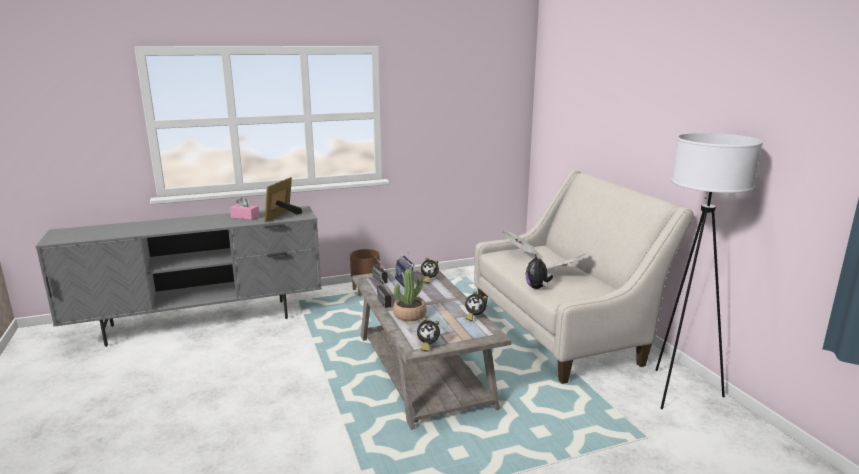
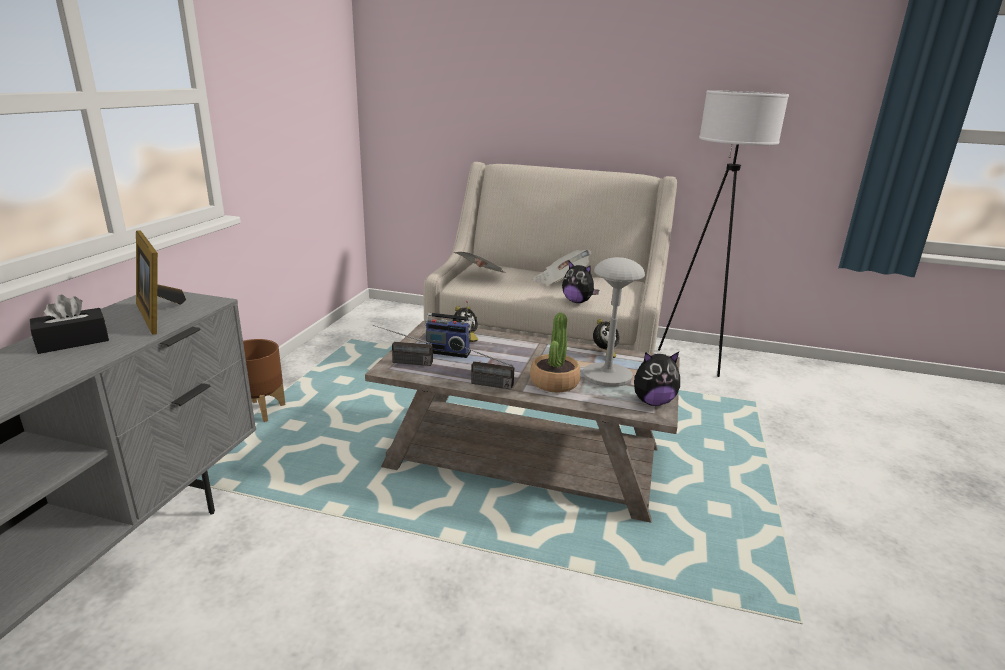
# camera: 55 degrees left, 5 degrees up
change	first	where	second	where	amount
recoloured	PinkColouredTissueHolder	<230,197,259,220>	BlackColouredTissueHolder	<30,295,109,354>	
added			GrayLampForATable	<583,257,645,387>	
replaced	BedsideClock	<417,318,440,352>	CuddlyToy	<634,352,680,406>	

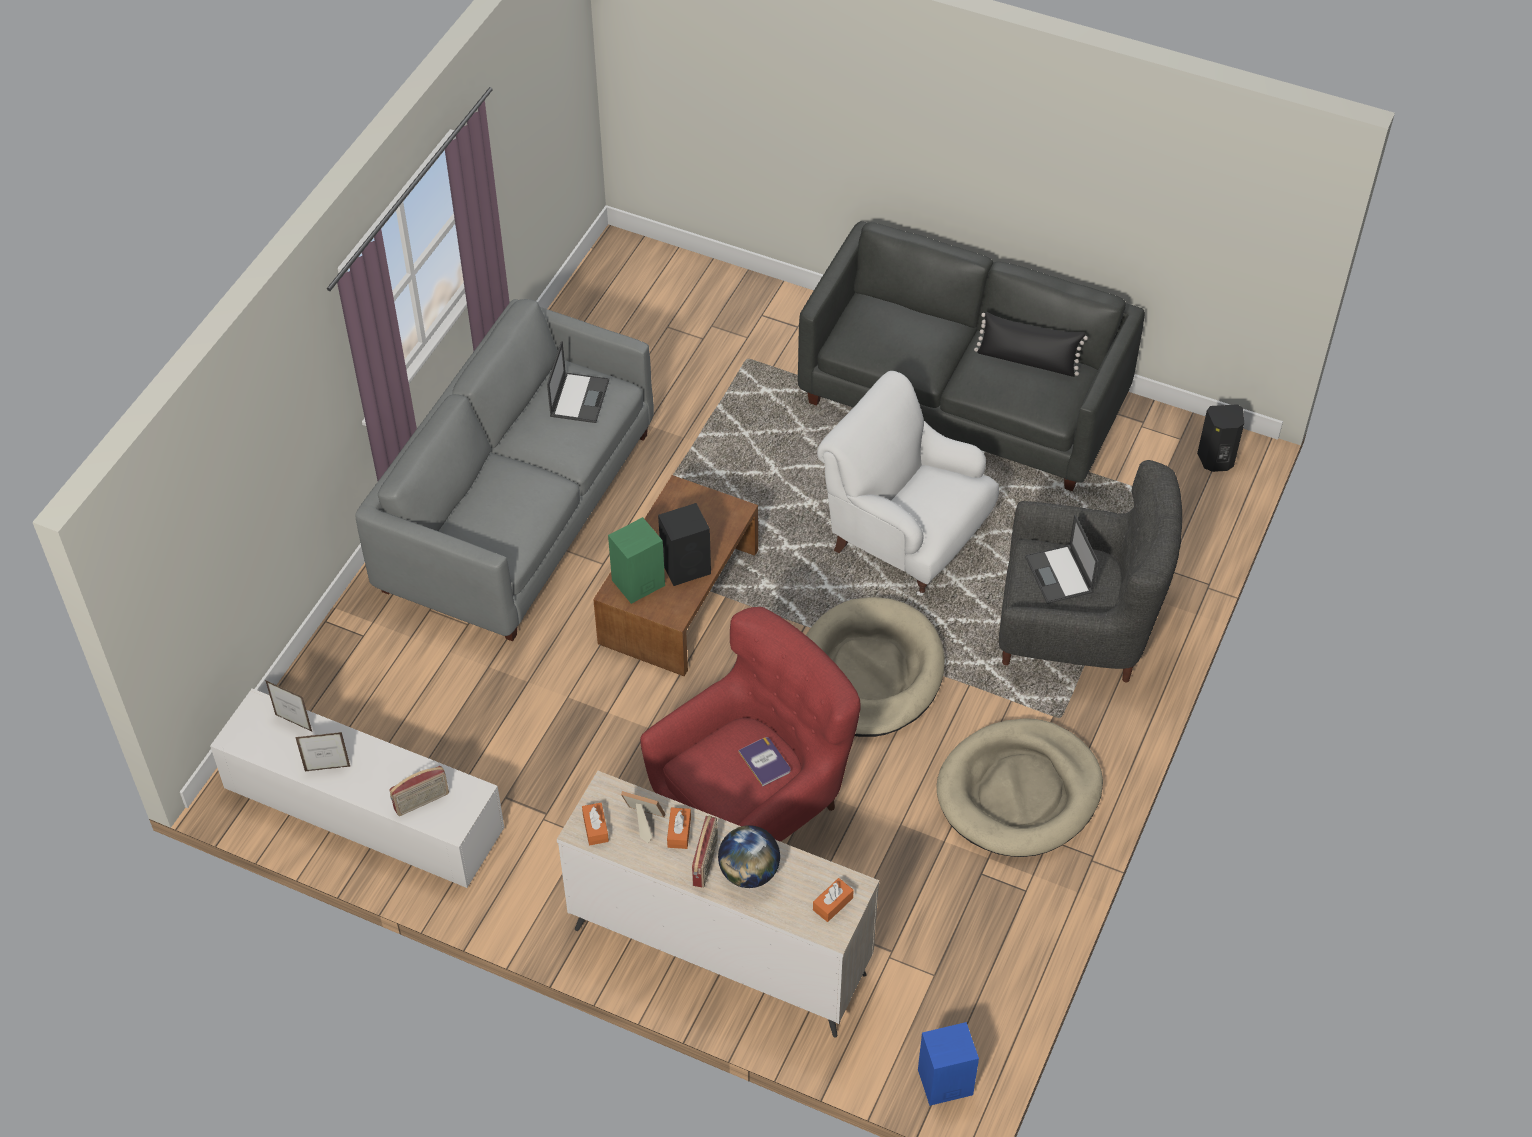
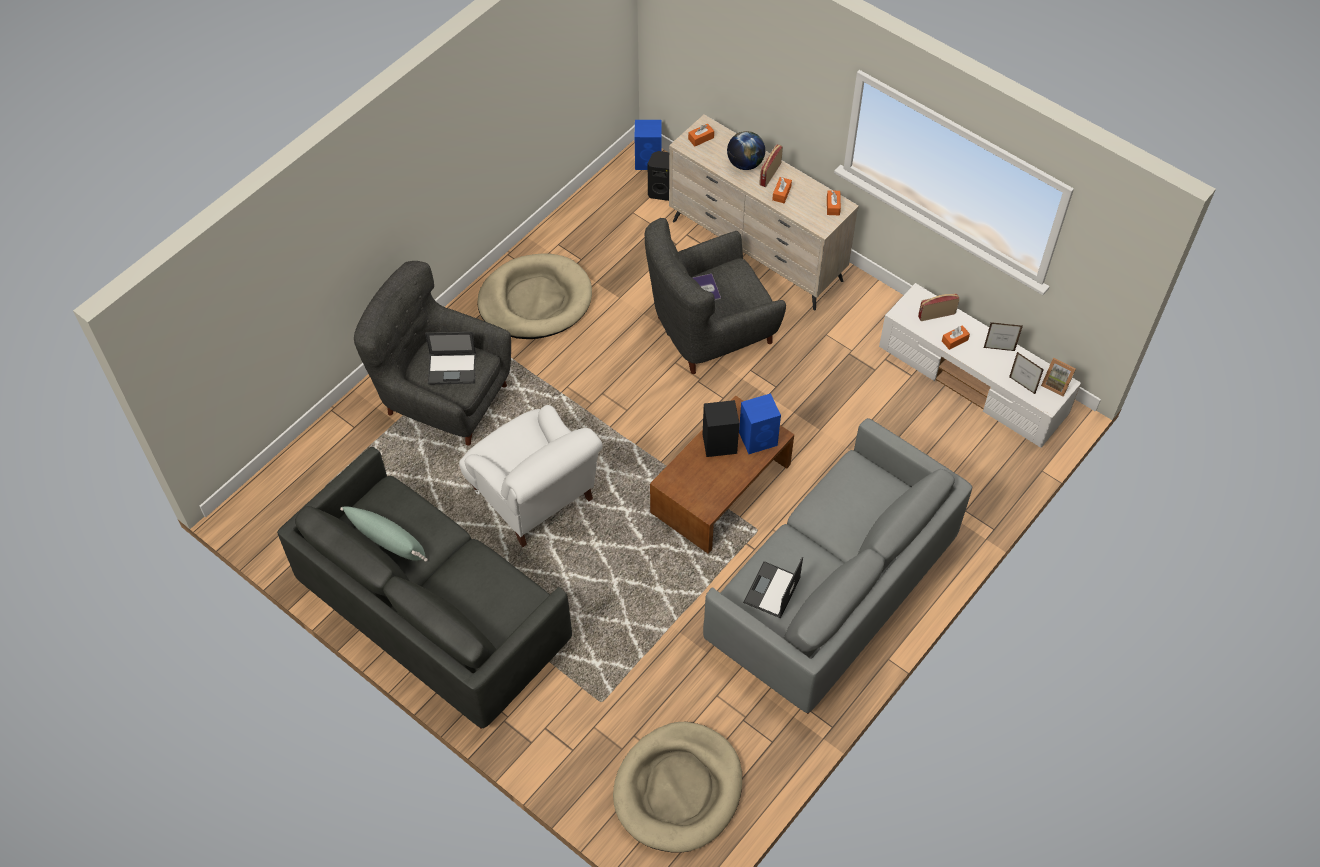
# camera: 165 degrees left, 5 degrees up
change	first	where	second	where	amount
recoloured	BlackColouredPillow	<974,312,1088,377>	GreenColouredPillow	<340,506,428,562>	
turned	NotebookComputer	<1025,514,1099,604>		<425,332,476,385>	90 degrees clockwise
moved	BeigeColouredPetBed	<806,597,945,737>		<613,722,742,852>	
recoloured	RedColouredEasyChair	<640,607,861,842>	GrayEasyChair	<645,218,786,374>	
moved	BlackColouredAudioSpeaker	<1197,404,1244,472>		<648,151,669,201>	
recoloured	GreenColouredAudioSpeaker	<608,517,665,604>	BlueColouredAudioSpeaker	<739,393,781,454>	
added			OrangeyTissueHolder	<942,325,970,350>	
moved	StandingFrame	<621,791,665,843>		<1041,358,1076,396>	

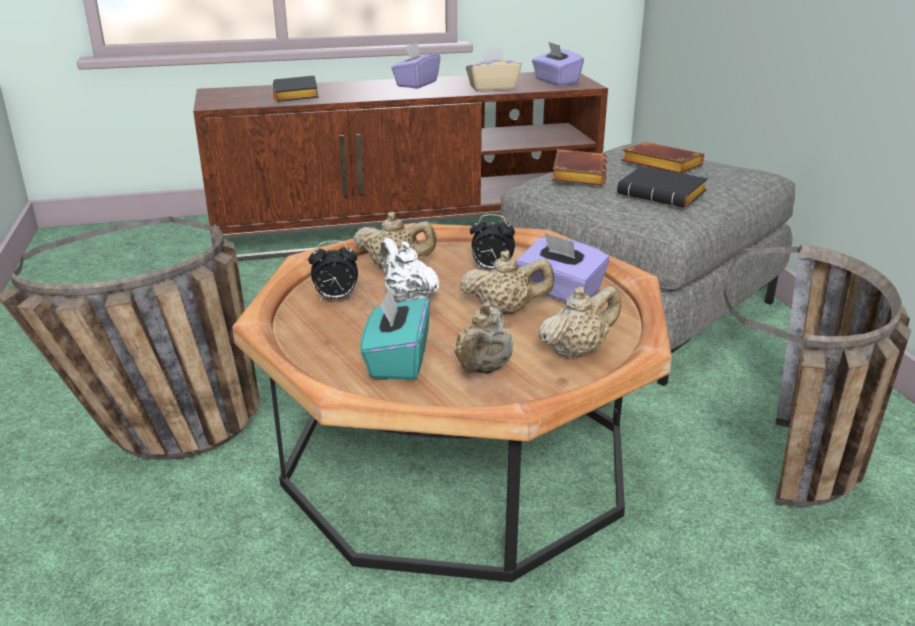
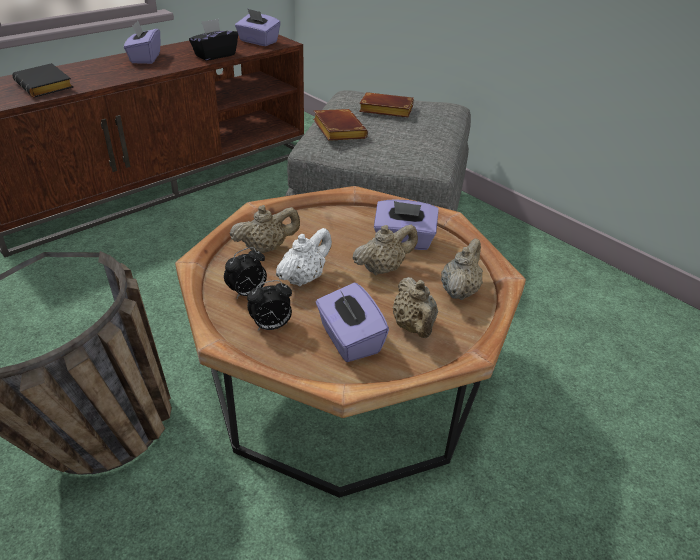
# camera: 30 degrees left, 10 degrees up
change	first	where	second	where	amount
recoloured	BeigeColouredTissueHolder	<466,47,521,92>	BlackColouredTissueHolder	<189,19,238,61>	
moved	BedsideClock	<470,214,515,270>		<247,280,292,330>	
turned	WhitishTeapot	<380,238,439,302>		<276,228,332,286>	105 degrees clockwise
recoloured	TurquoiseTissueHolder	<360,287,430,380>	PurpleTissueHolder	<316,283,389,362>	
removed	BlackColouredVolume	<617,166,708,208>			
removed	StorageBasket	<724,244,911,507>			

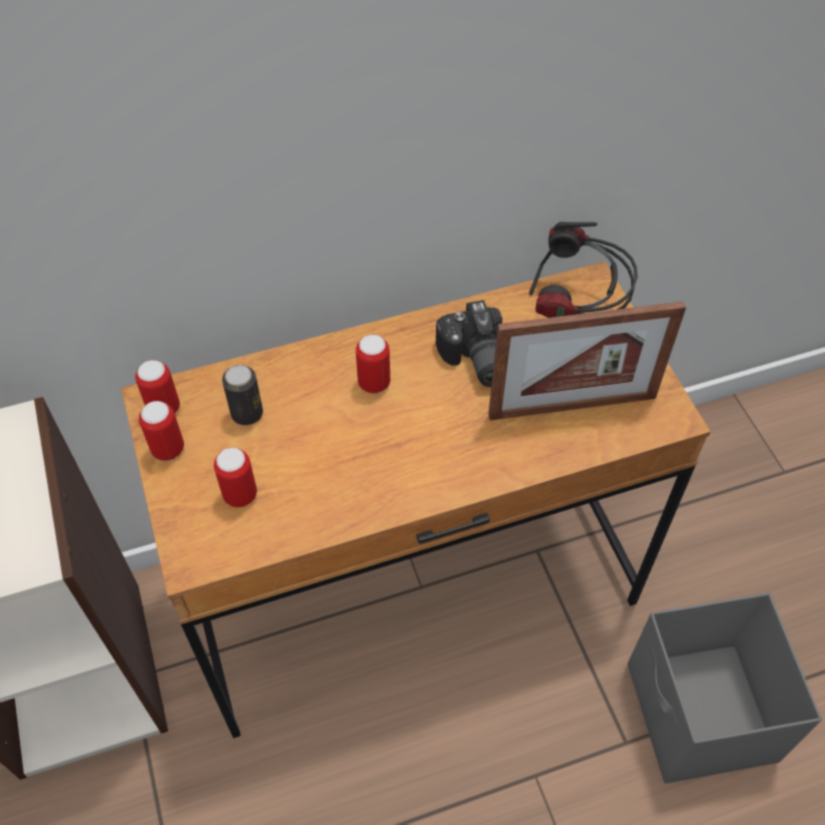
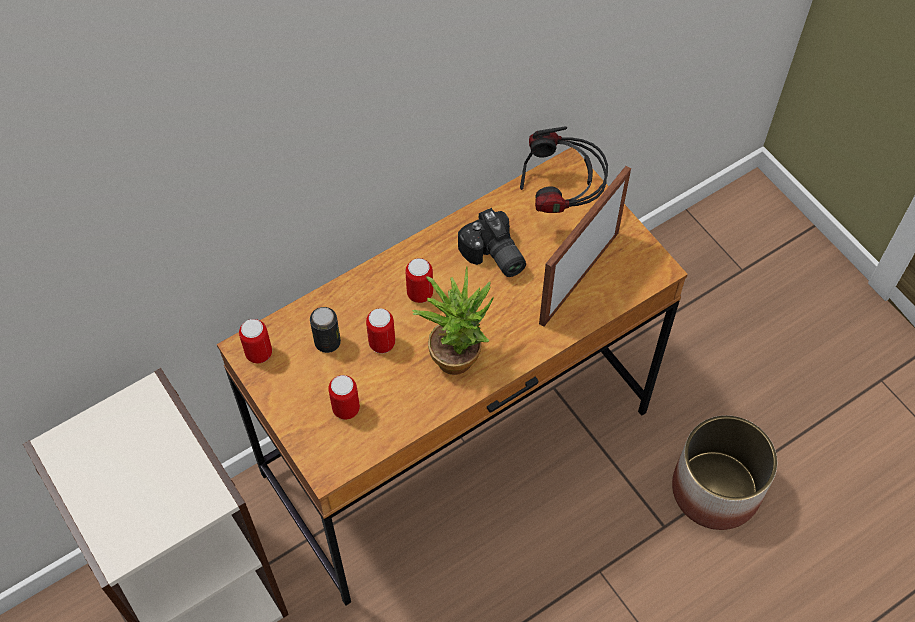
# camera: 15 degrees left, 5 degrees up
change	first	where	second	where	amount
moved	Can	<139,401,184,461>		<366,308,395,353>	
added			PottedPlant	<412,267,494,375>	
turned	StandingFrame	<488,301,686,420>		<539,166,631,327>	150 degrees clockwise
replaced	GrayStorageContainer	<628,593,822,784>	PlantPot	<672,415,777,530>	

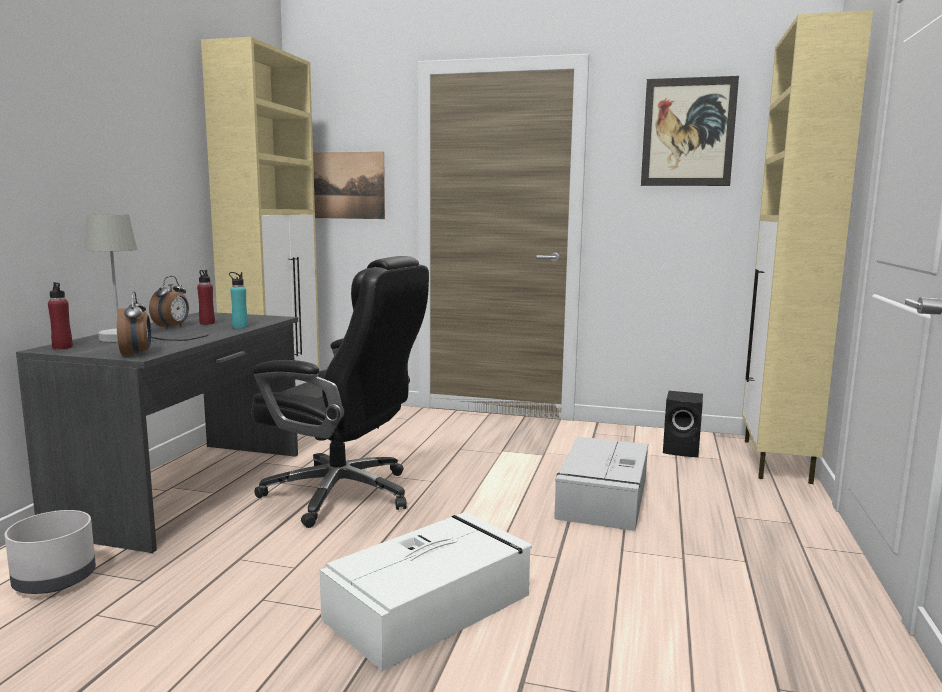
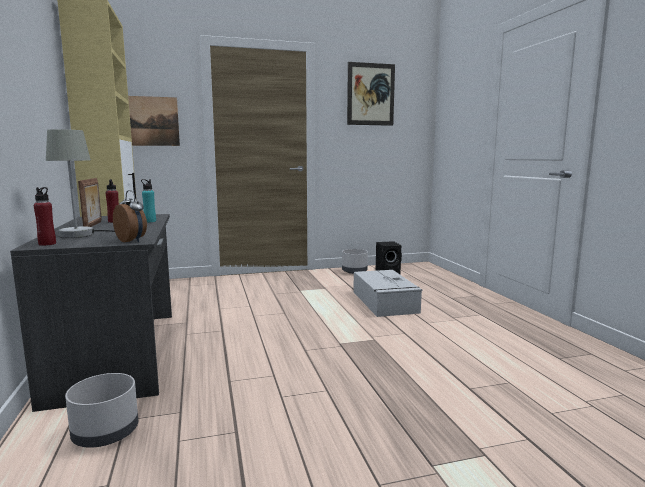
# camera: 30 degrees left, 0 degrees up
change	first	where	second	where	amount
replaced	BedsideClock	<149,276,189,329>	StandingFrame	<78,178,102,227>	
added			GrayPlantPot	<342,249,368,274>	
removed	BlackColouredOfficeChair	<251,256,429,528>			
removed	WhitishStorageContainer	<320,512,532,671>			
removed	BeigeColouredCabinet	<742,10,873,484>			

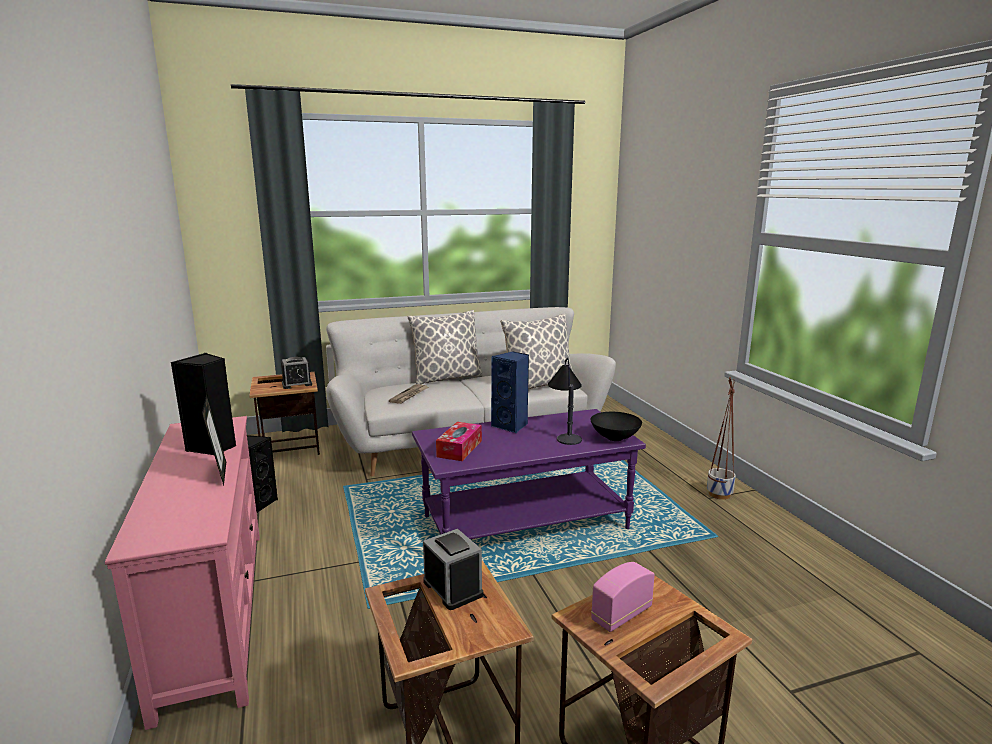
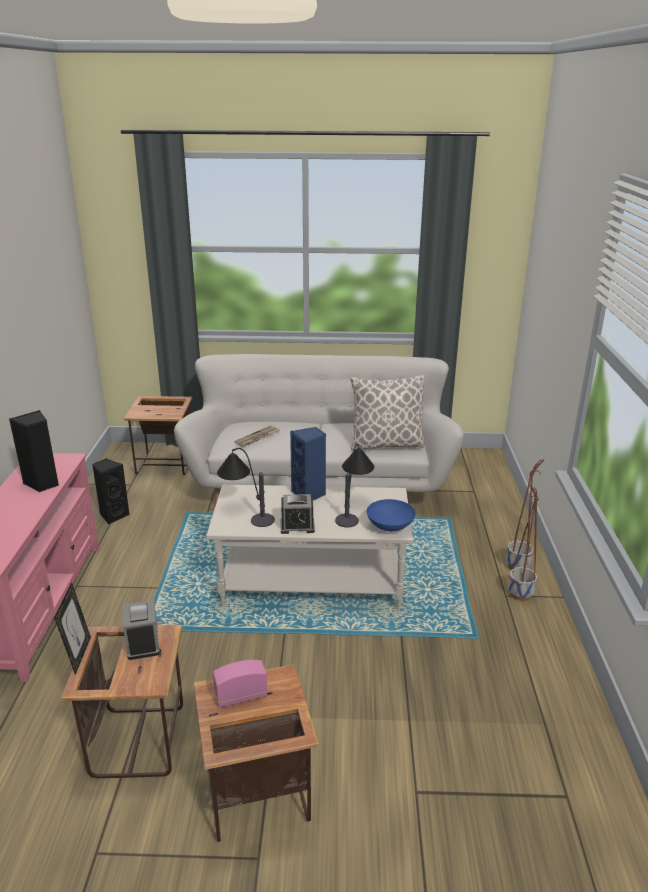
# camera: 20 degrees right, 10 degrees up
change	first	where	second	where	amount
moved	StandingFrame	<202,394,226,486>		<54,583,91,675>	
recoloured	PurpleLowTable	<412,409,646,539>	WhitishLowTable	<206,484,413,611>	
replaced	TissueHolder	<436,422,482,461>	LampForATable	<217,448,275,527>	
moved	BedsideClock	<281,357,312,389>		<281,494,315,534>	
recoloured	BlackColouredBowl	<591,412,642,441>	BlueColouredBowl	<367,499,415,531>	
added			PlantPot	<506,459,544,570>	
removed	Pillow	<407,310,483,384>			

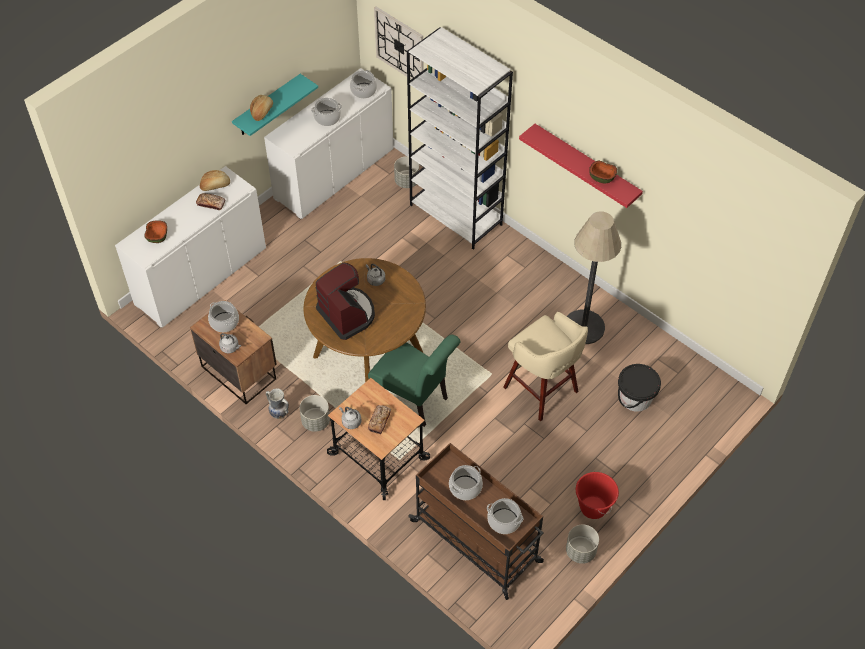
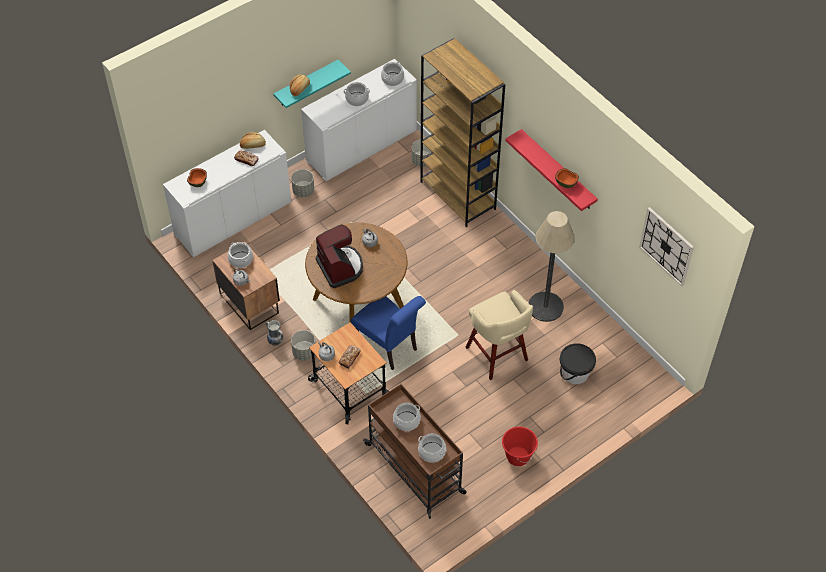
# camera: 10 degrees right, 0 degrees up
change	first	where	second	where	amount
moved	GrayPlantPot	<566,525,599,564>		<291,169,314,197>	
recoloured	GreenColouredChair	<368,335,461,427>	BlueColouredChair	<351,296,426,370>	
recoloured	WhitishBookcase	<407,27,513,250>	BrownColouredBookcase	<420,38,505,228>	
moved	ClockOnTheWall	<374,7,424,79>		<639,207,694,286>	

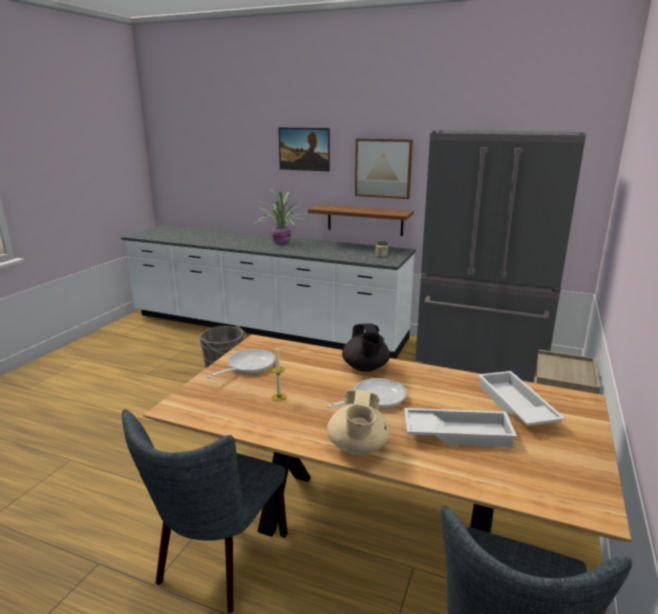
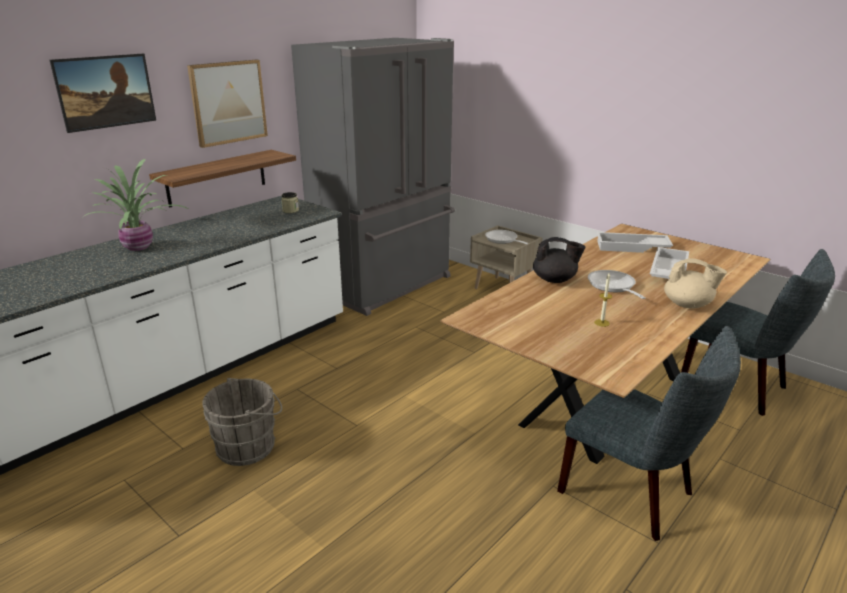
# camera: 70 degrees left, 5 degrees up
change	first	where	second	where	amount
moved	Skillet	<207,349,275,378>		<485,230,529,244>	

